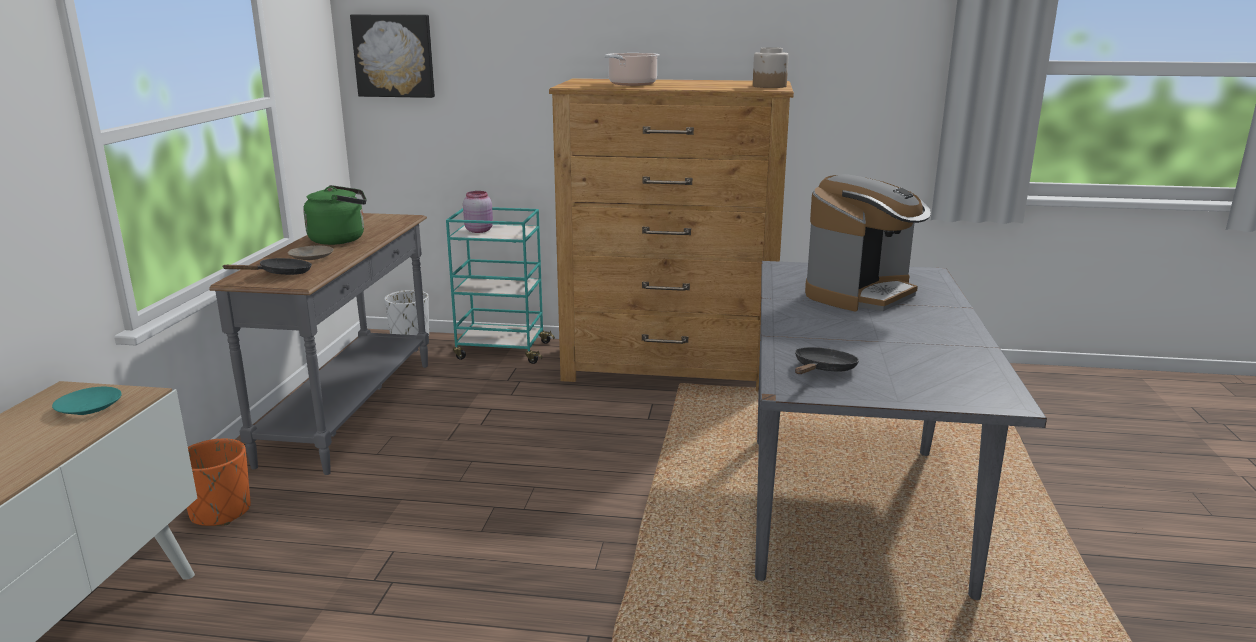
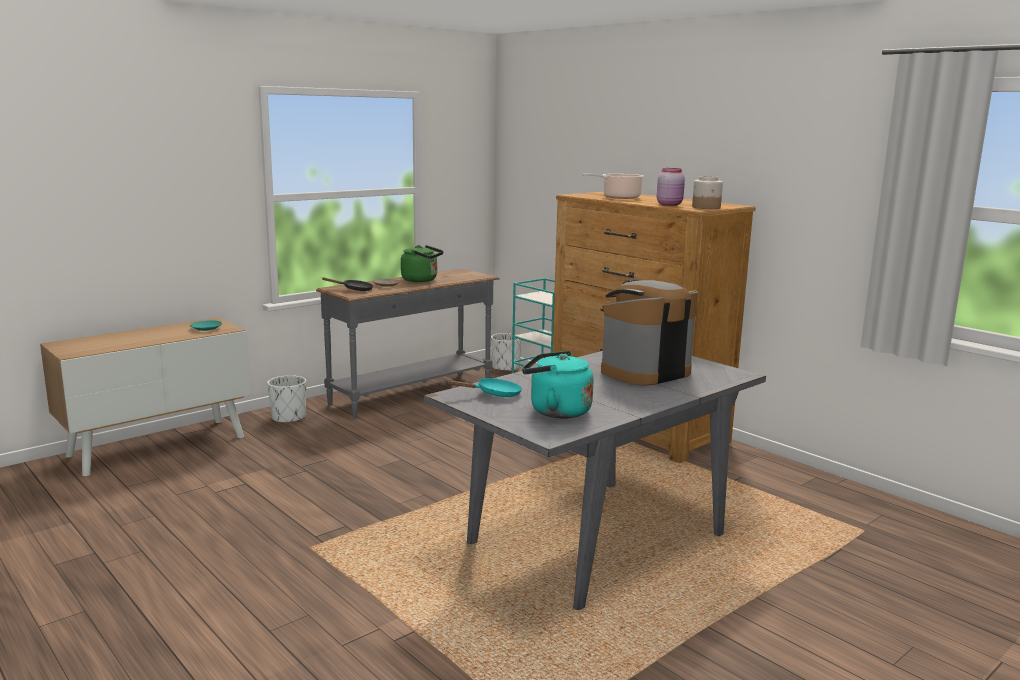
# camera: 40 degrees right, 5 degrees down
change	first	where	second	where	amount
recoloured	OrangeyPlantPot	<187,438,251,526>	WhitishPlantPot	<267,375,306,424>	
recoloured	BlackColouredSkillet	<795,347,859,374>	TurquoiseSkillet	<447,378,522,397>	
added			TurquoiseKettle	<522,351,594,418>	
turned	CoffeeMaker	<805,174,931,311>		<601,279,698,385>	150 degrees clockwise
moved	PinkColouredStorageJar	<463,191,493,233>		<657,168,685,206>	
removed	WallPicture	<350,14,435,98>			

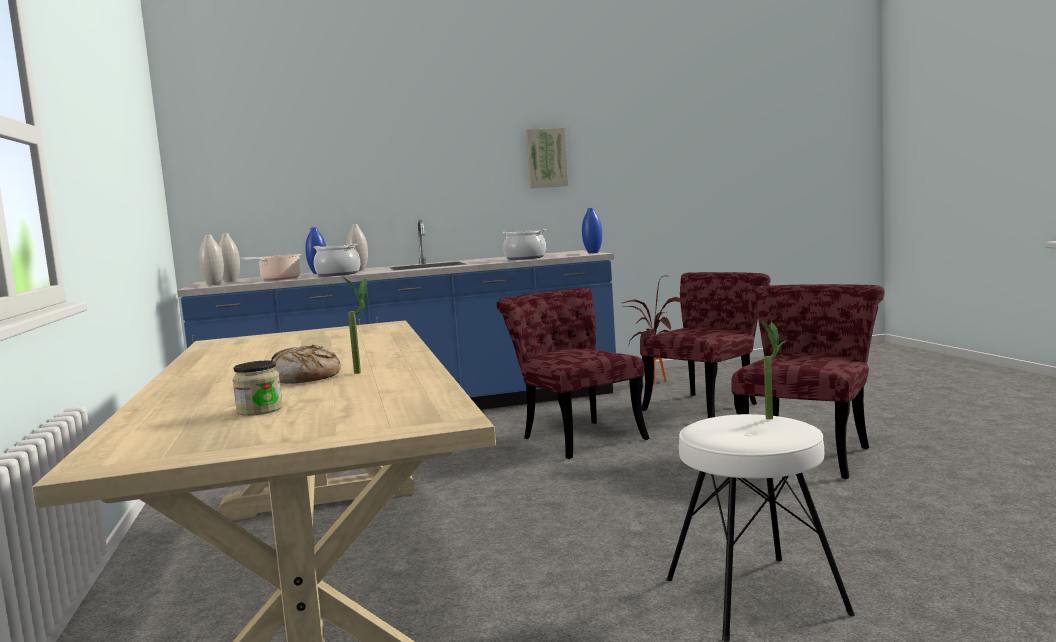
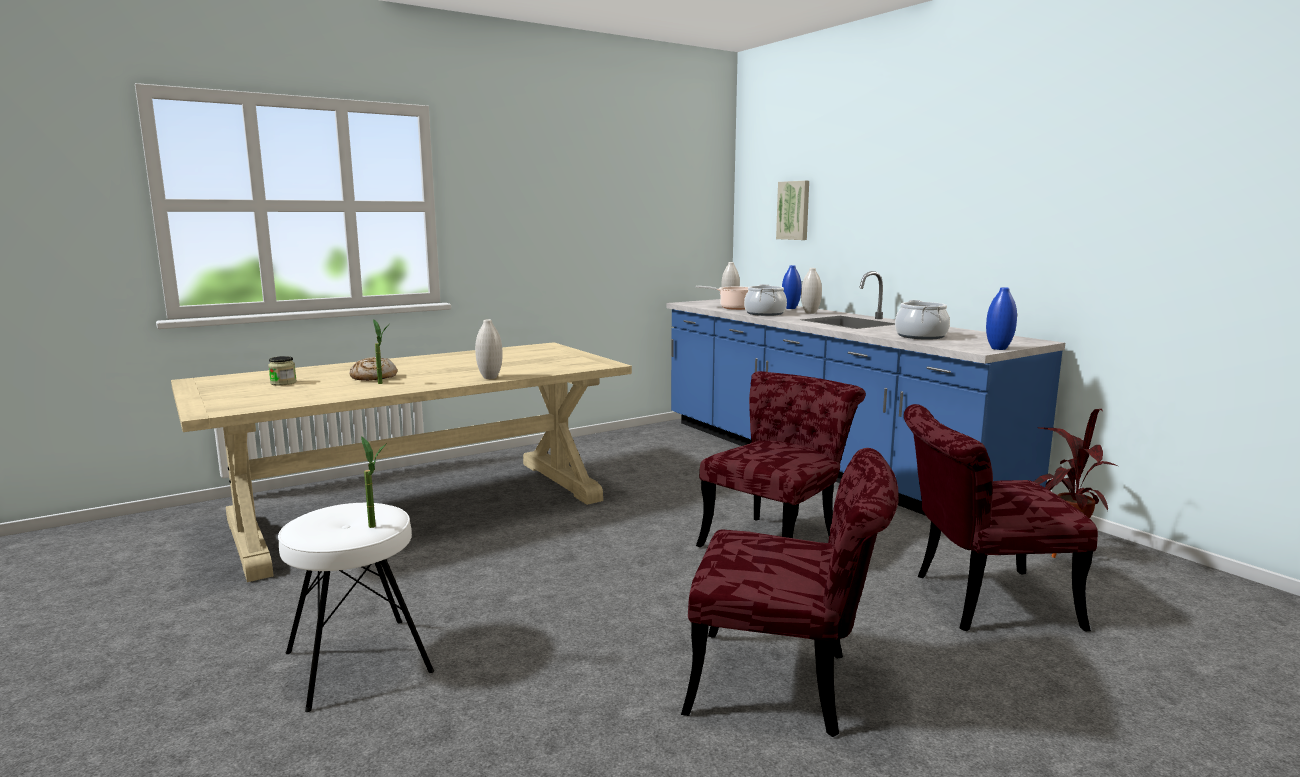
# camera: 70 degrees right, 5 degrees up
change	first	where	second	where	amount
moved	WhitishDecorativeVase	<199,235,224,285>		<475,319,503,379>	
moved	WallPicture	<526,128,568,188>		<776,181,809,240>	
turned	RedColouredChair	<640,272,771,418>		<904,404,1098,632>	150 degrees clockwise

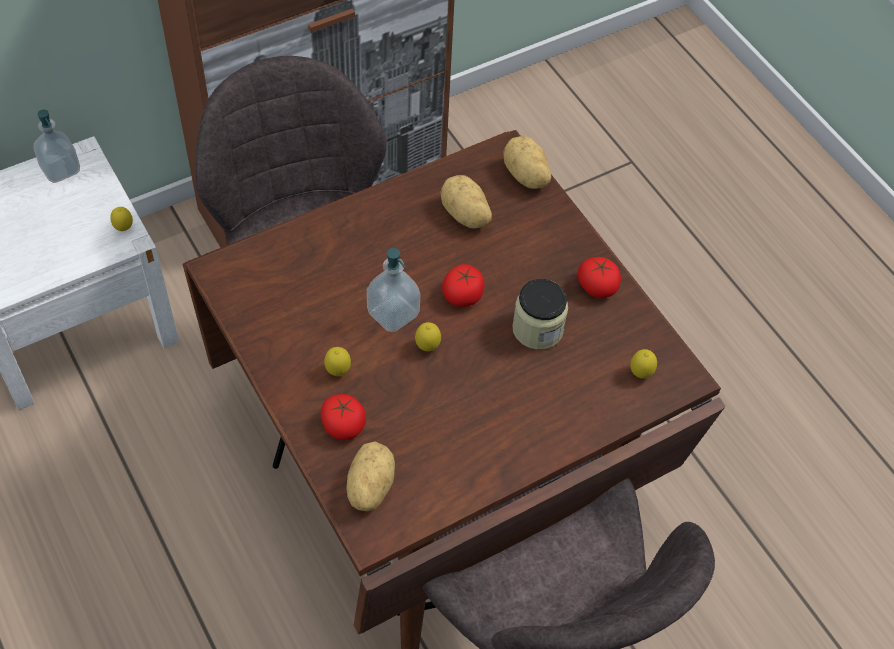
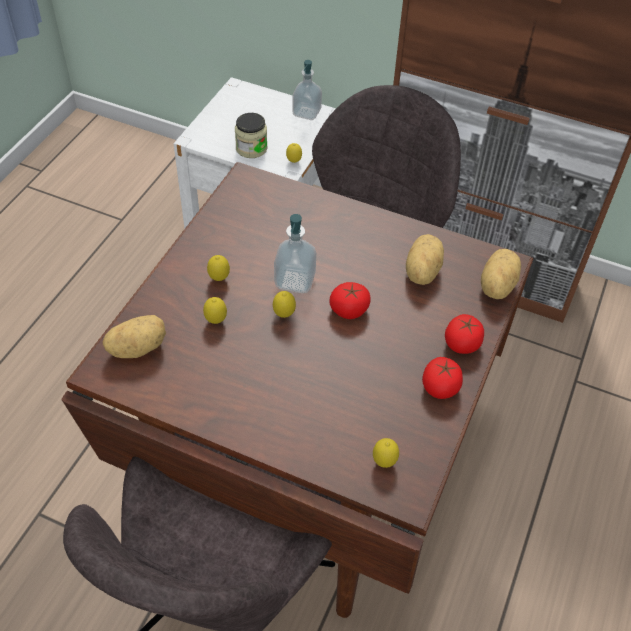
# camera: 55 degrees right, 5 degrees down
change	first	where	second	where	amount
added			Lemon	<203,297,227,324>	
moved	StorageJar	<512,279,568,350>		<235,113,267,158>	
moved	WholeTomato	<321,394,366,440>		<445,314,484,354>	

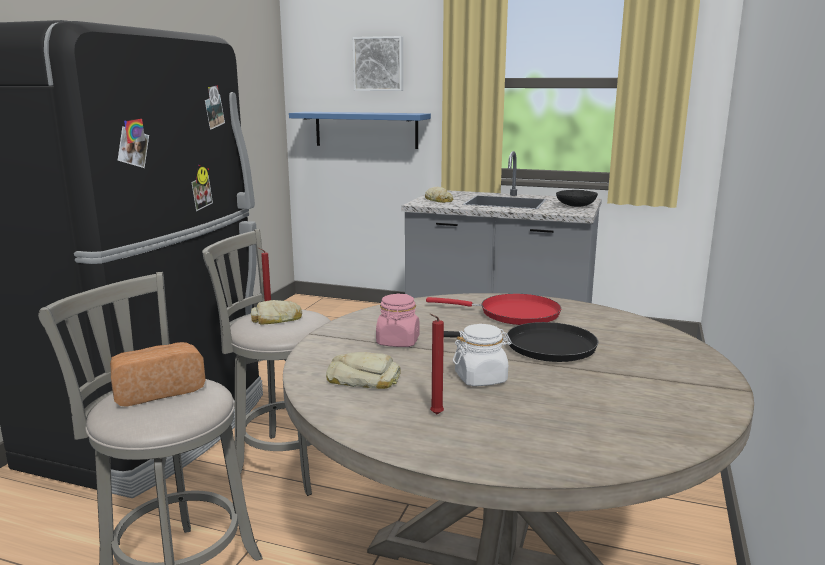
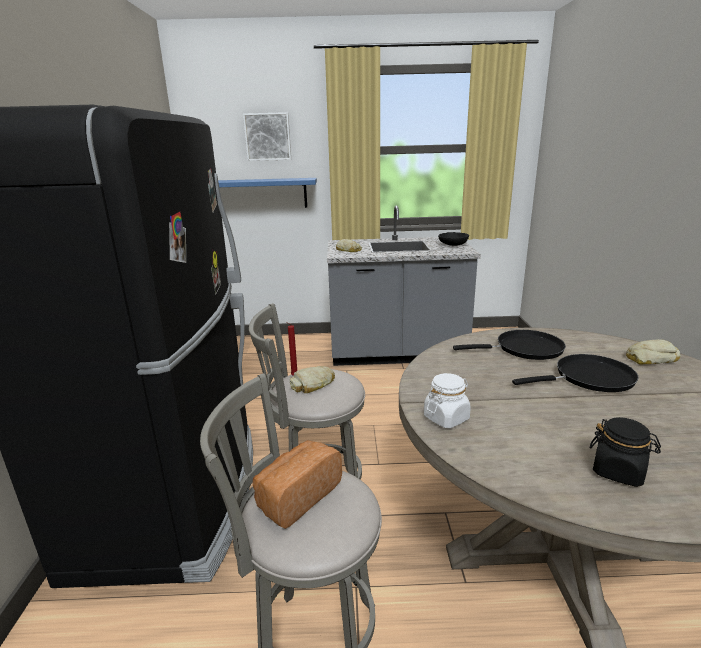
# camera: 20 degrees left, 5 degrees up
change	first	where	second	where	amount
moved	WhitishStorageJar	<453,324,512,386>		<424,373,471,429>	
recoloured	RedColouredSkillet	<426,294,561,325>	BlackColouredSkillet	<453,330,566,360>	
replaced	RedColouredWaxCandle	<430,314,444,414>	BlackColouredStorageJar	<590,417,661,487>	
moved	BakedBread	<326,352,401,389>		<626,339,680,364>	
removed	PinkColouredStorageJar	<376,293,420,347>			

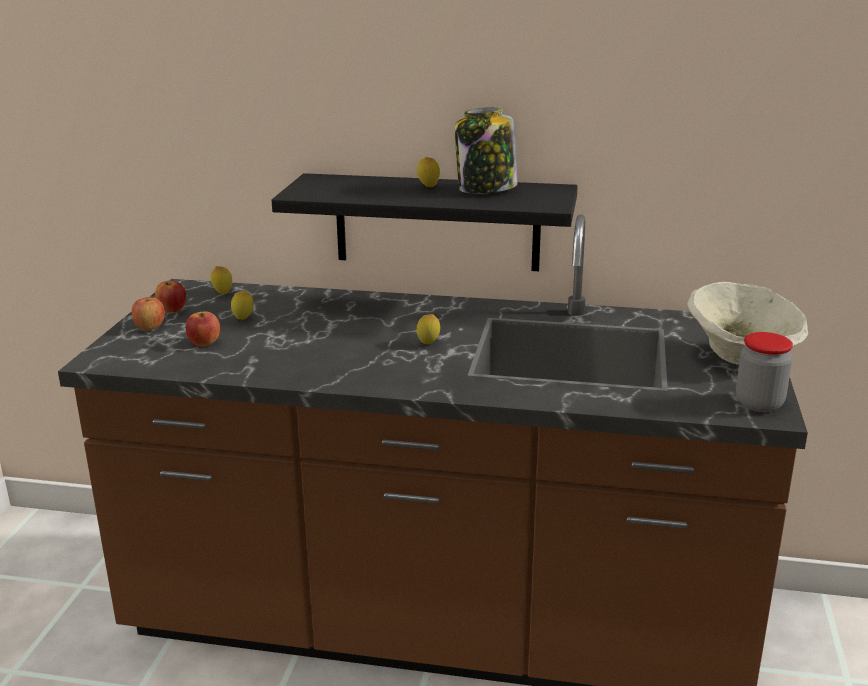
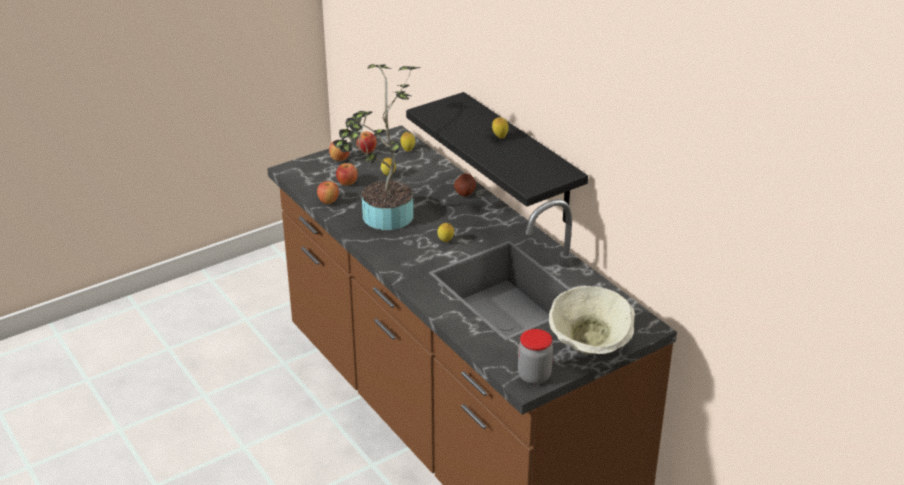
# camera: 45 degrees right, 10 degrees up
change	first	where	second	where	amount
added			AppleFruit	<317,181,339,204>	
added			PottedPlant	<333,64,421,230>	
added			Potato	<454,173,476,197>	
removed	StorageJar	<455,107,517,194>			

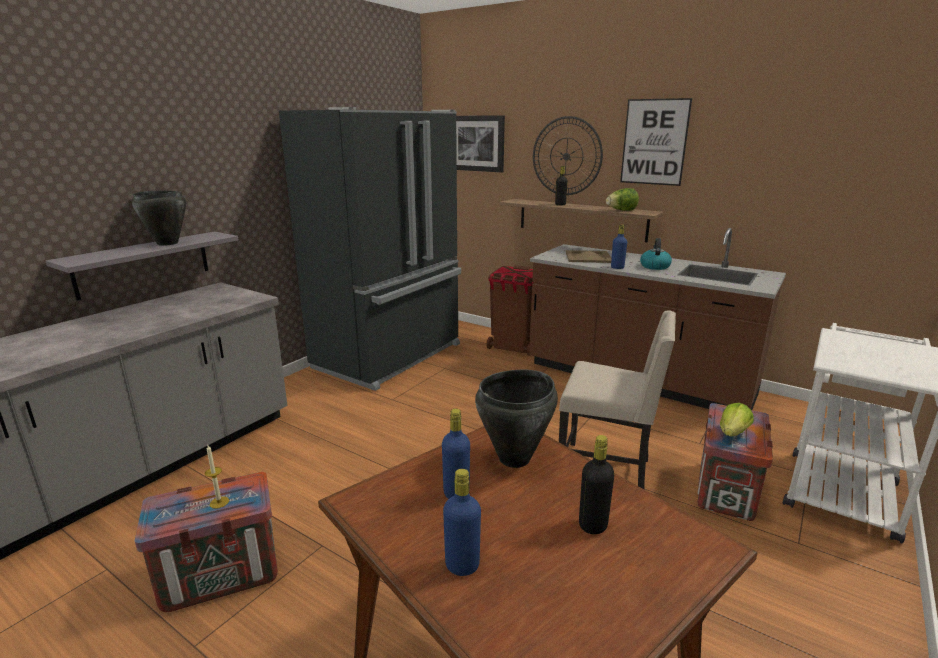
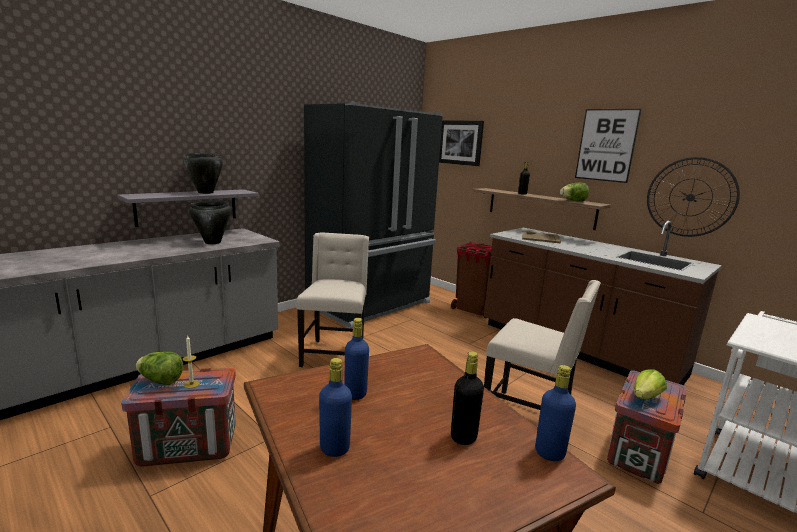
# camera: 10 degrees right, 5 degrees down
change	first	where	second	where	amount
added			LettuceHead	<136,352,183,385>	
moved	BlackColouredStockpot	<475,369,558,468>		<189,202,231,244>	
added			BeigeColouredChair	<297,232,369,367>	
moved	BlueColouredBottle	<611,225,627,269>		<535,365,576,461>	
moved	ClockOnTheWall	<533,116,603,195>		<647,157,740,237>	
removed	Kettle	<640,238,672,270>			

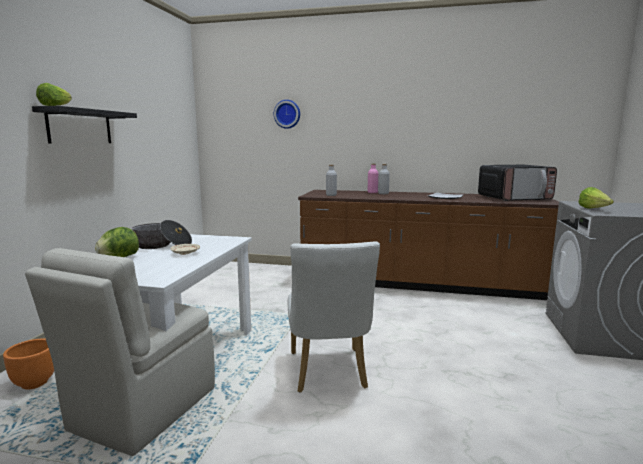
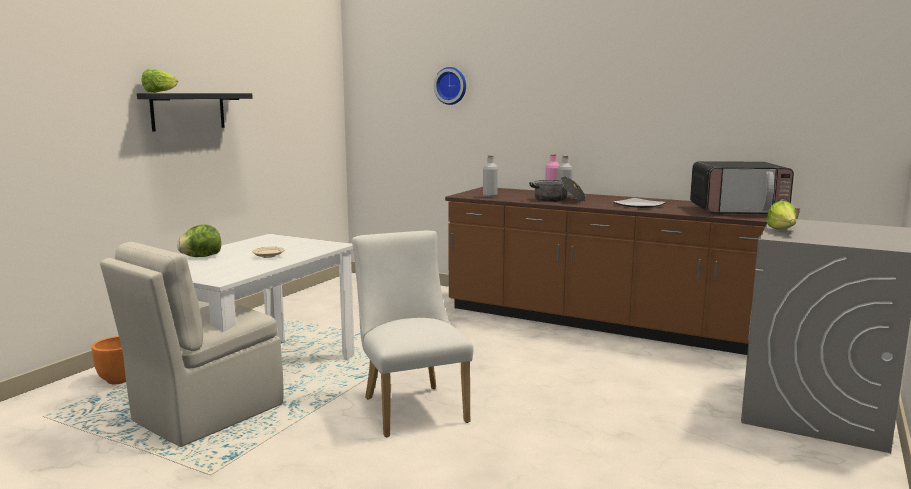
# camera: 15 degrees right, 0 degrees up
change	first	where	second	where	amount
turned	WhitishChair	<288,241,380,393>		<352,231,473,437>	150 degrees clockwise
moved	Stockpot	<132,220,192,249>		<529,176,586,202>	

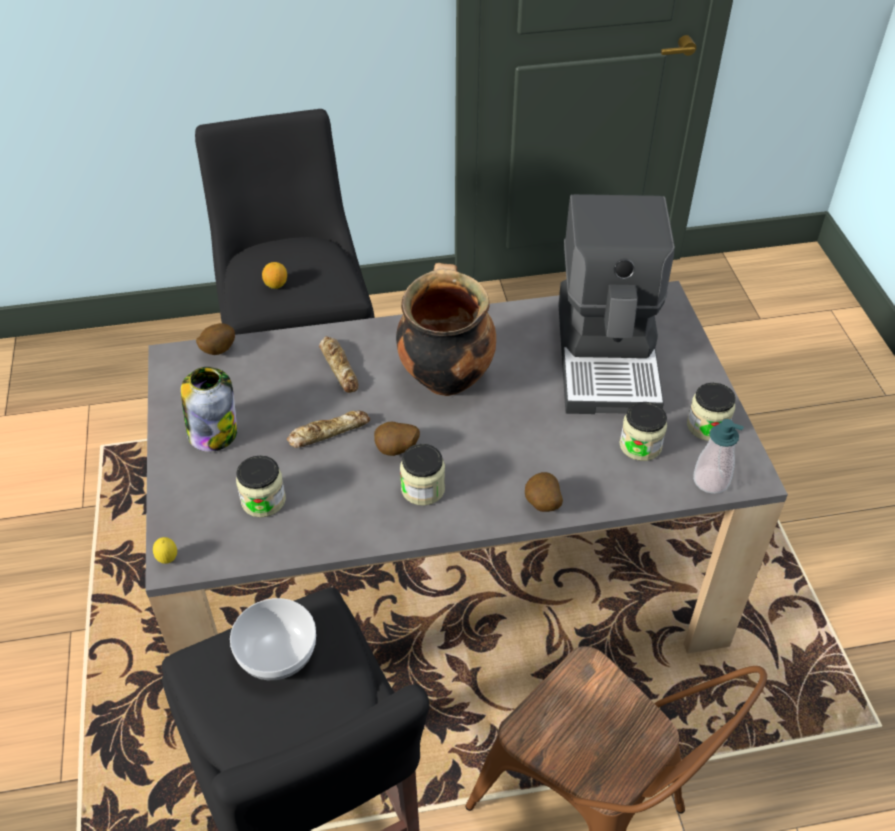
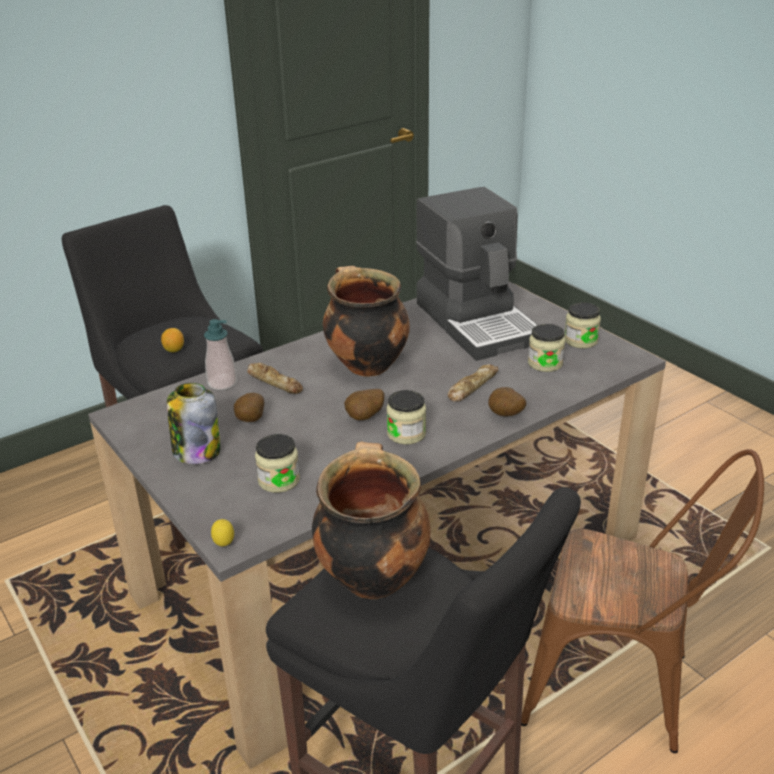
# camera: 25 degrees left, 15 degrees down
change	first	where	second	where	amount
moved	SoapBottle	<693,419,744,494>		<204,319,237,390>	
moved	Potato	<196,323,235,355>		<234,393,264,422>	
replaced	Bowl	<230,598,316,680>	Stockpot	<312,441,431,599>	
moved	BakedBread	<287,411,370,448>		<448,364,499,402>	

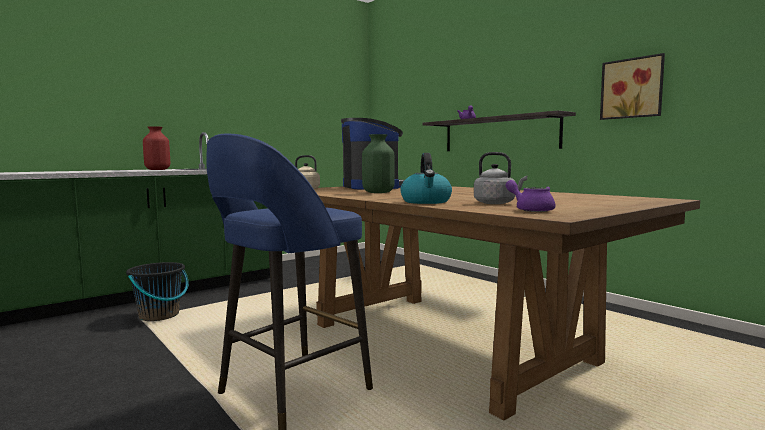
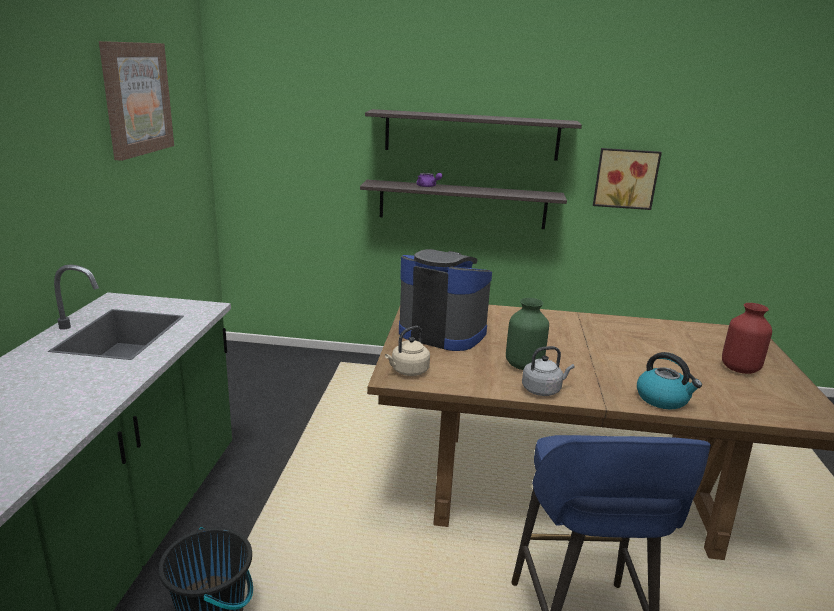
# camera: 45 degrees left, 15 degrees up
change	first	where	second	where	amount
added			WallPicture	<99,41,174,161>	
added			Shelf	<365,109,582,161>	
moved	GrayKettle	<474,152,527,204>		<522,346,574,396>	
moved	RedColouredDecorativeVase	<143,126,170,170>		<722,303,772,374>	
removed	PurpleTeapot	<505,180,555,212>			

